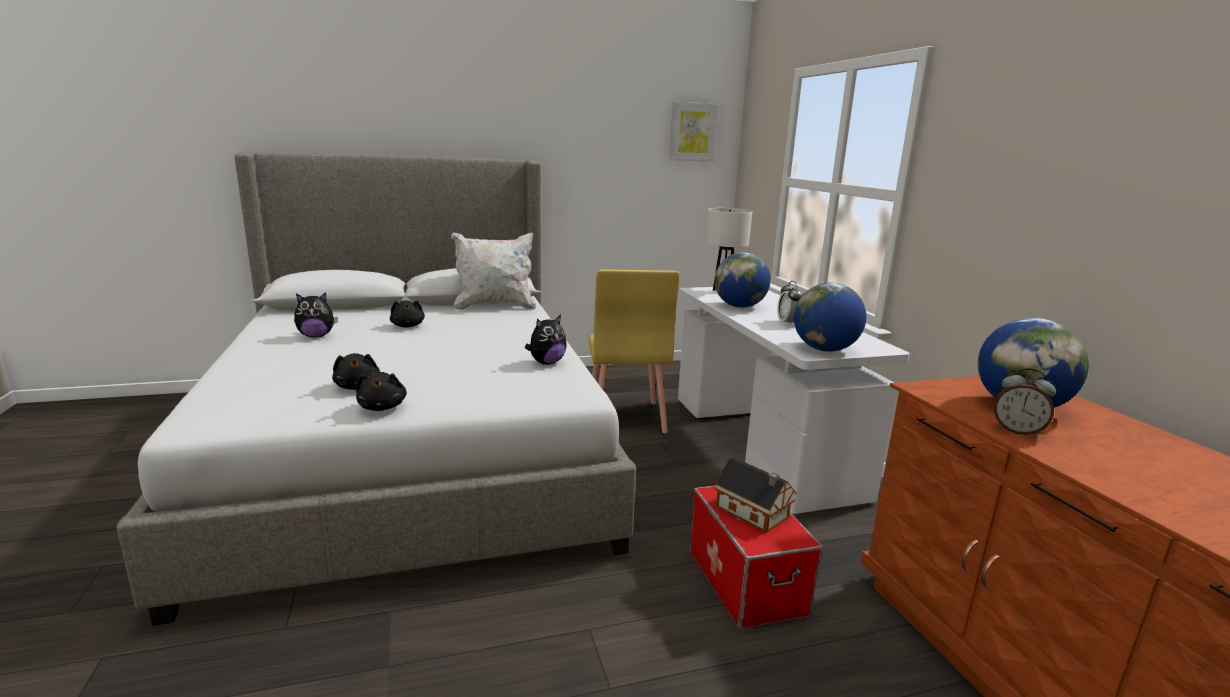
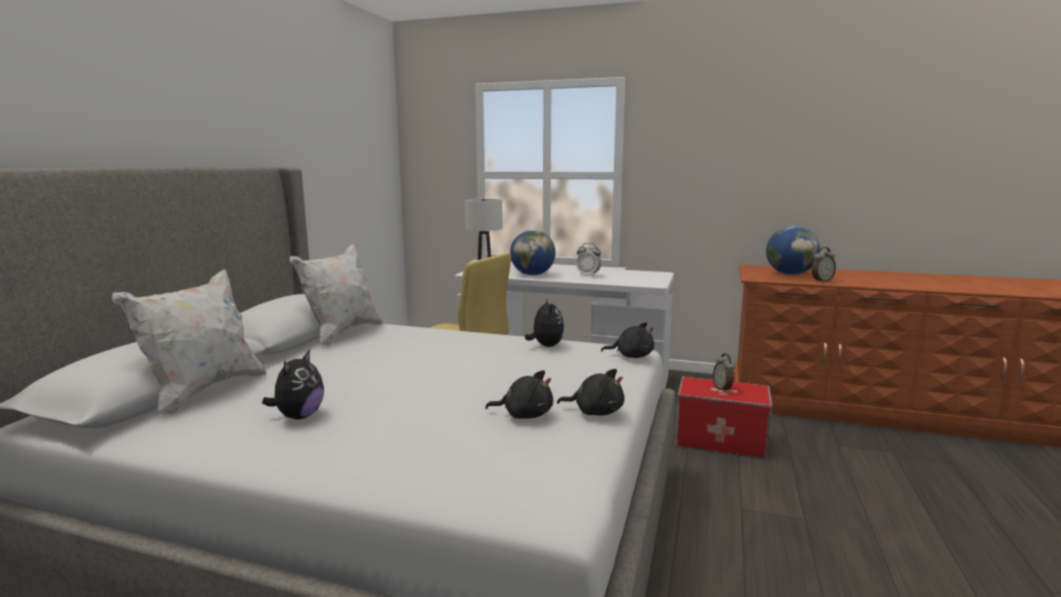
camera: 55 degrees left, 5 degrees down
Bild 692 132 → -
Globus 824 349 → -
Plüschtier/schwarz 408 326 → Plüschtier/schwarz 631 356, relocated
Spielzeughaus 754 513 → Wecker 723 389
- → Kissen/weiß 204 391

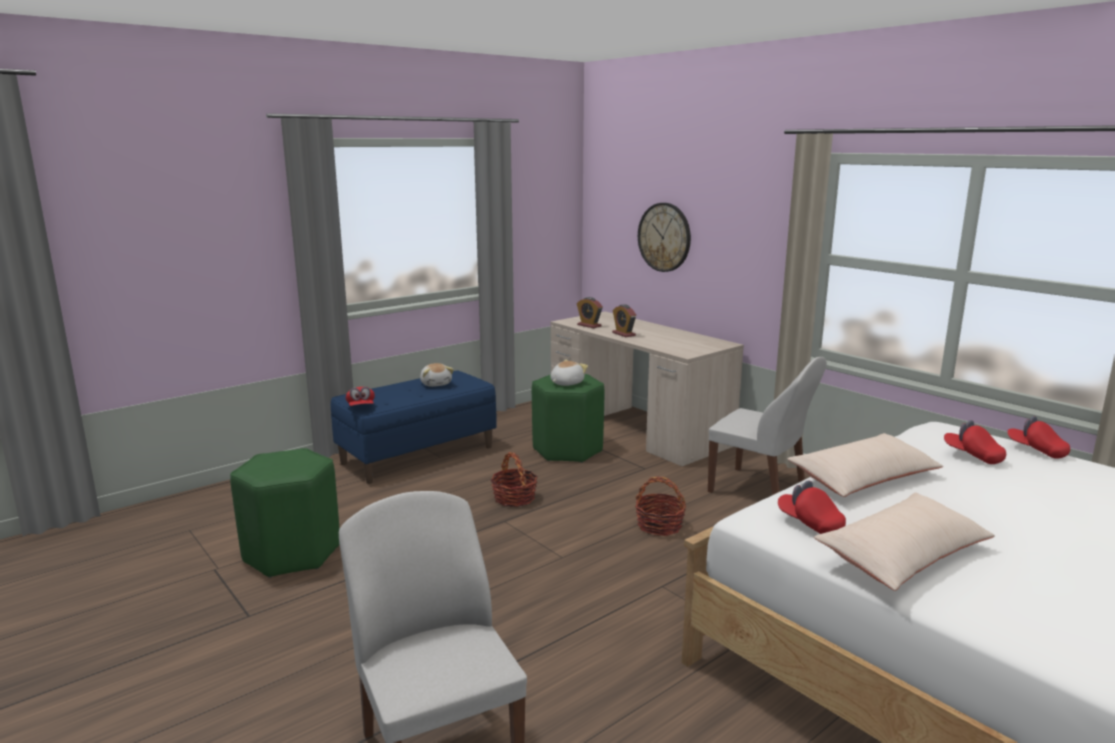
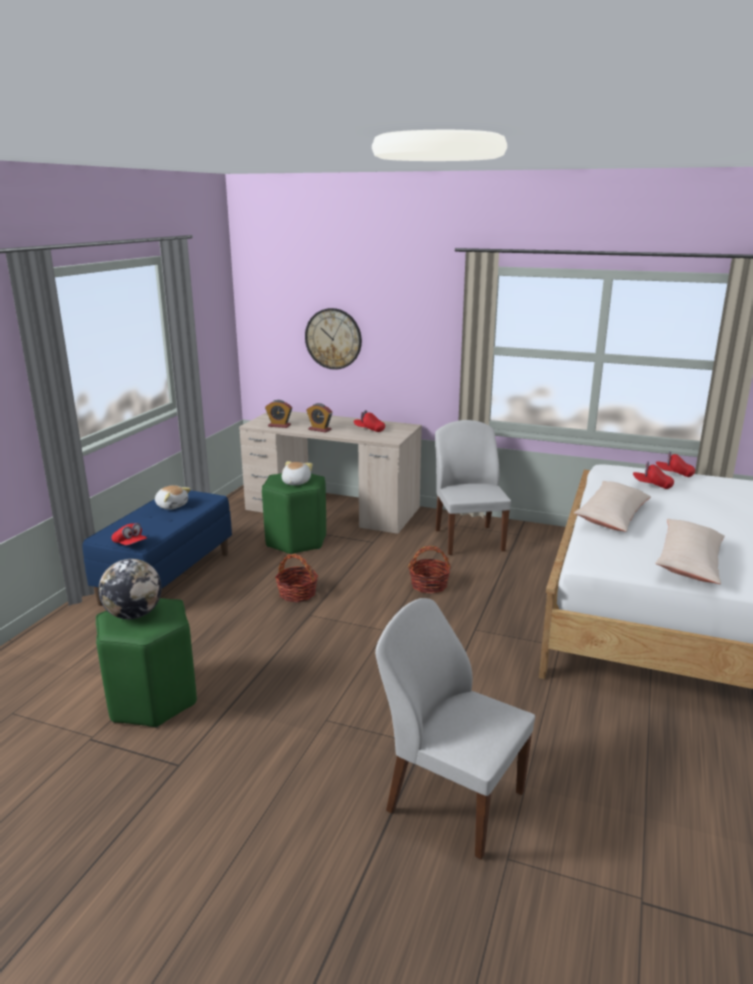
camera: 30 degrees left, 5 degrees up
Stuhl/weiß 759 490 → Stuhl/weiß 468 539, 105 degrees counterclockwise
Kappe/rot 810 523 → Kappe/rot 369 429, relocated
- → Globus 134 614

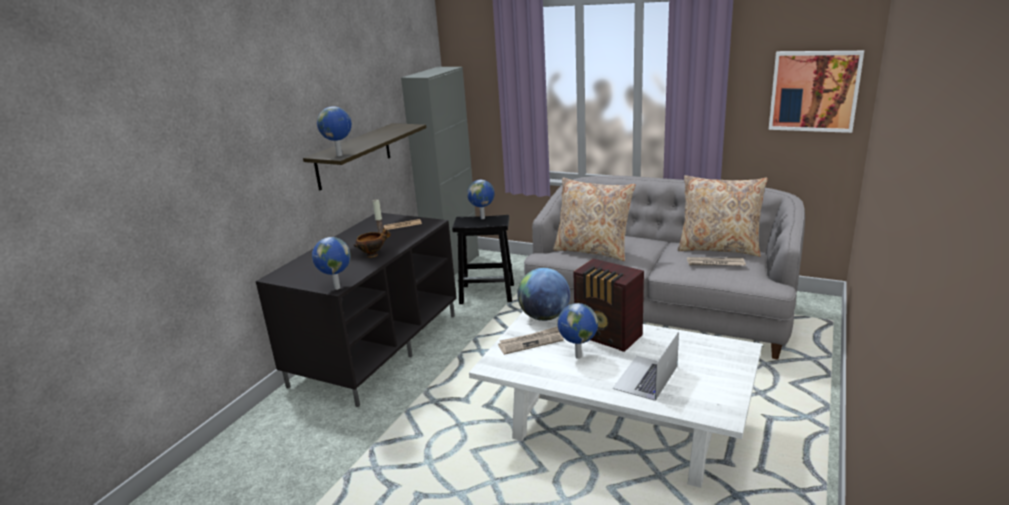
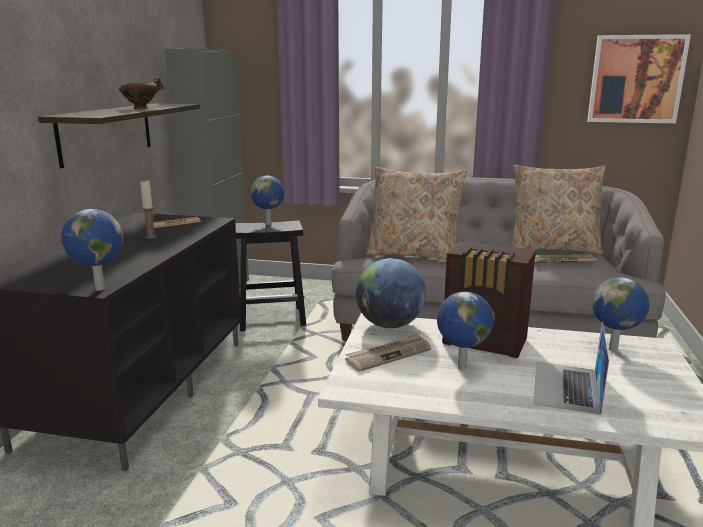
camera: 15 degrees left, 5 degrees down
Globus 340 155 → Globus 614 349, relocated
Schüssel 373 255 → Schüssel 142 108, relocated

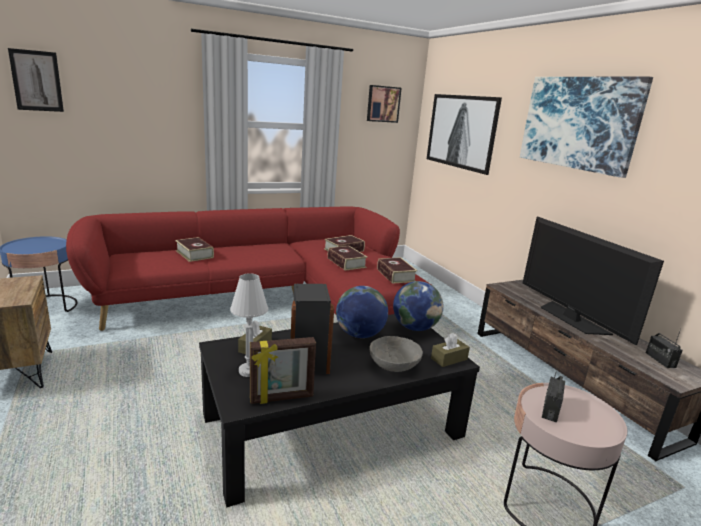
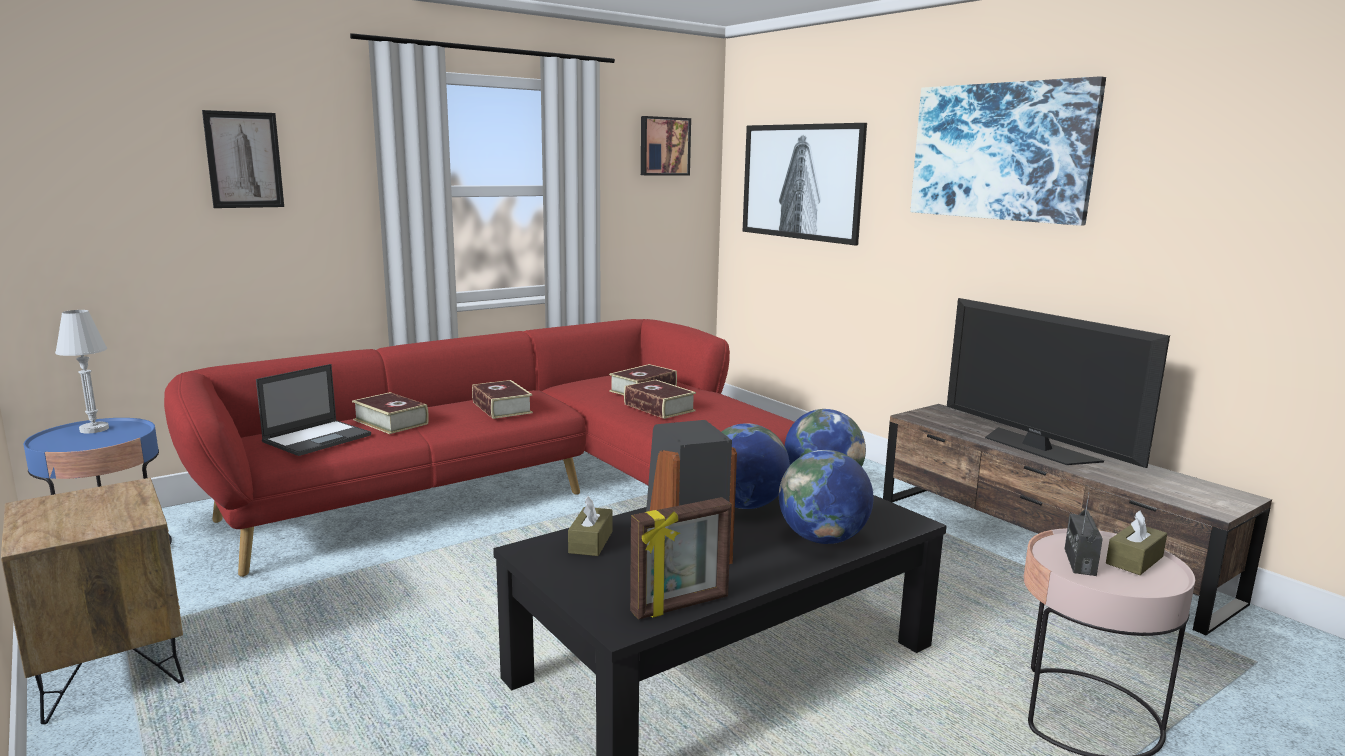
camera: 10 degrees left, 5 degrees down
Bild 37 81 → Bild 244 160, relocated
Buch 395 275 → Buch 502 407, relocated
Tischlampe/weiß 249 371 → Tischlampe/weiß 94 429, relocated
Radio 660 360 → -
Taschentuchbox/braun 449 359 → Taschentuchbox/braun 1134 560, relocated
Schüssel/grau 394 365 → Globus 822 539
- → Laptop 318 438

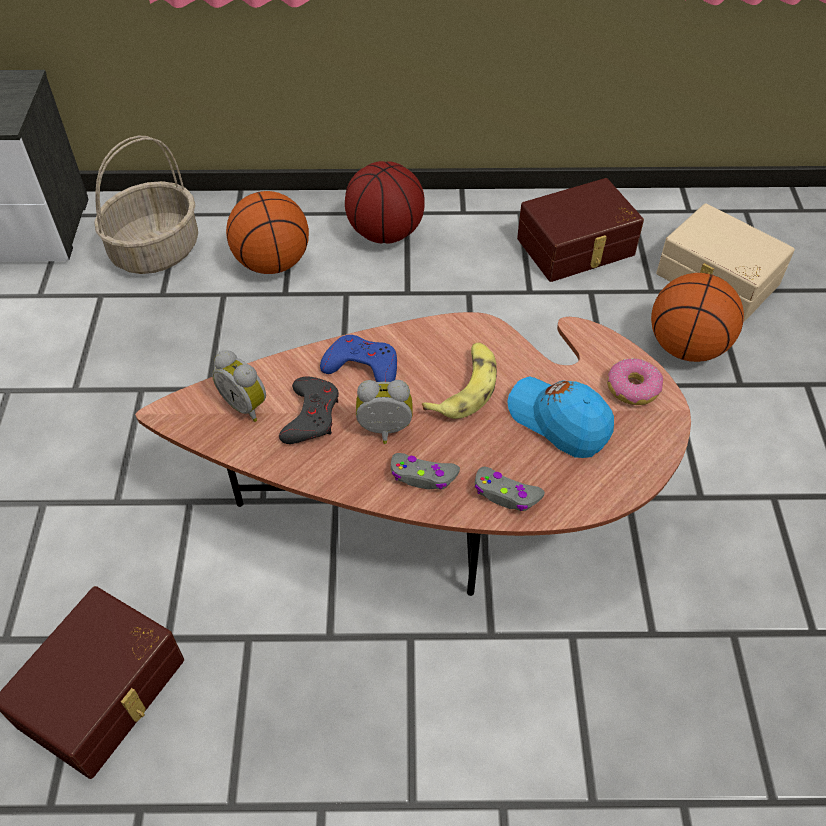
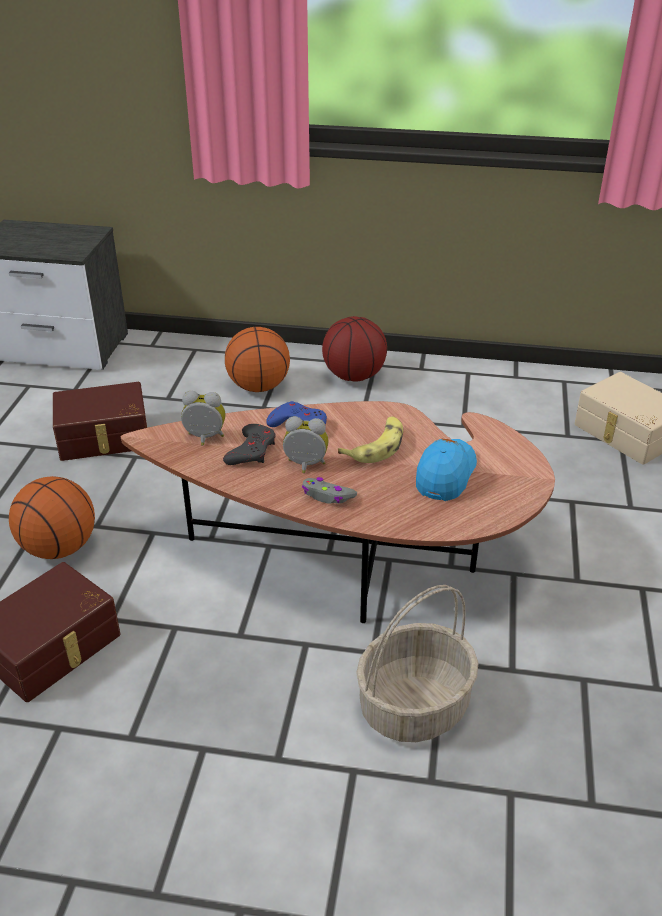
camera: 10 degrees right, 15 degrees down
Korb 156 250 → Korb 414 705, relocated
Aufbewahrungsbox/braun 577 248 → Aufbewahrungsbox/braun 104 438, relocated
Basketball 686 347 → Basketball 59 548, relocated
Wecker 246 405 → Wecker 204 439, 135 degrees clockwise
Donut 632 388 → -
Kappe/blau 559 421 → Kappe/blau 445 474, 60 degrees clockwise
Gamepad/grau 506 494 → -

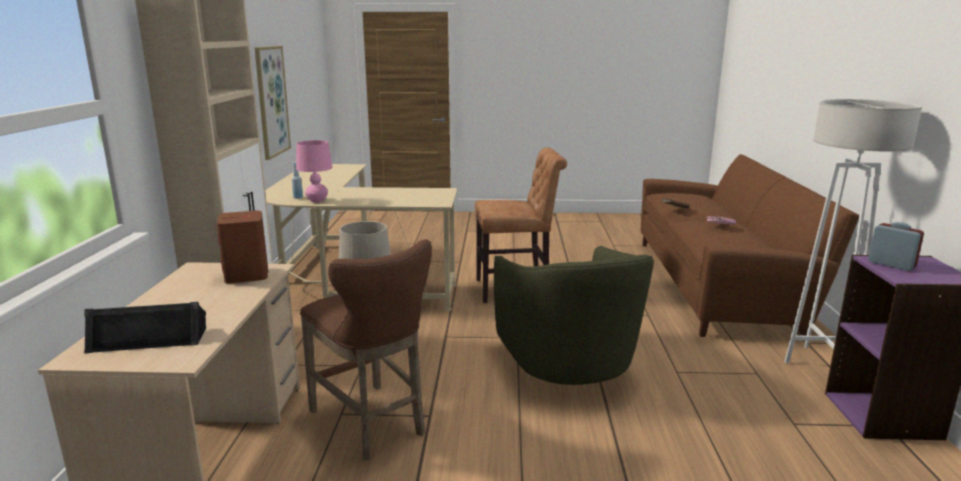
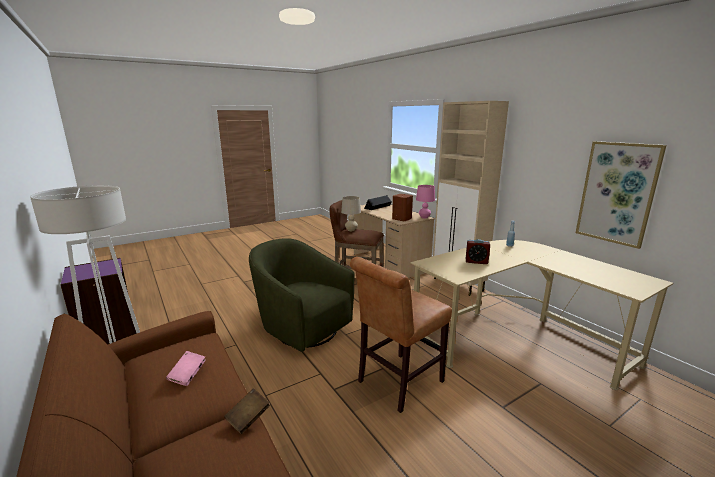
camera: 145 degrees right, 0 degrees up
Tischlampe/rosa 317 201 → Tischlampe/rosa 424 217, relocated
Wecker 891 264 → Wecker 476 262, relocated

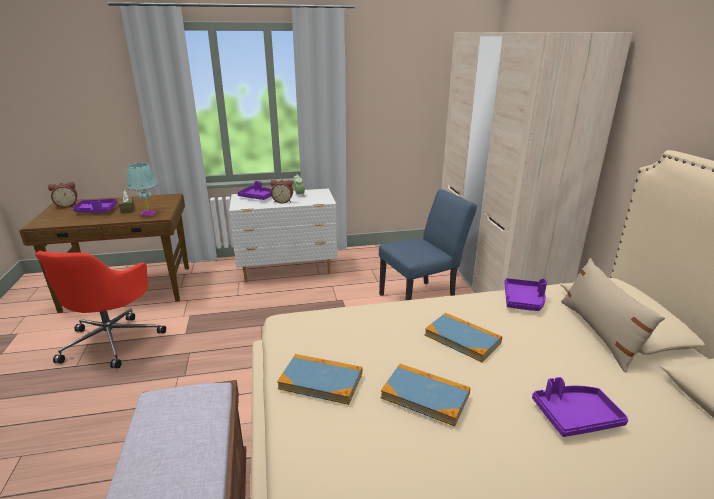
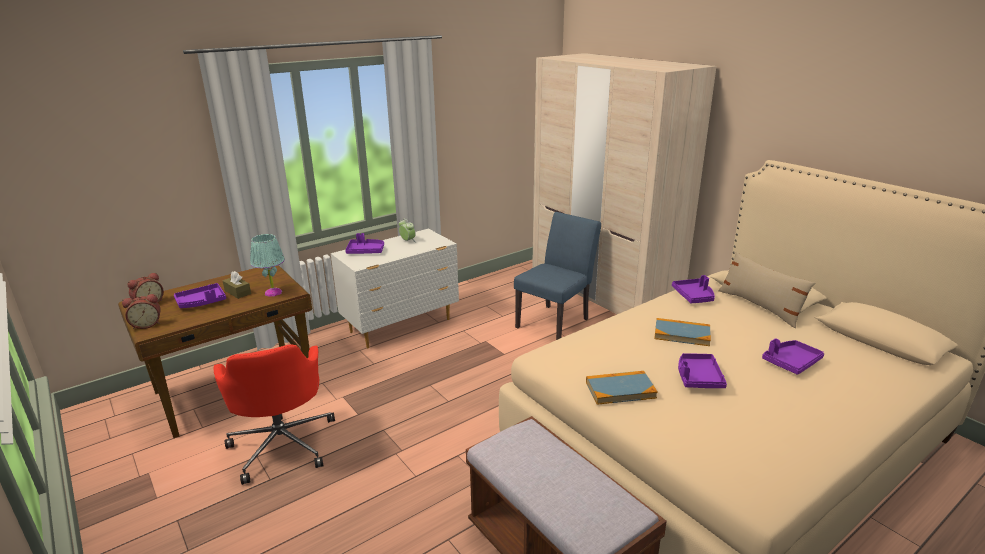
camera: 25 degrees left, 0 degrees up
Wecker 283 201 → Wecker 147 324, relocated
Buch 425 396 → Tablett/lila 698 377

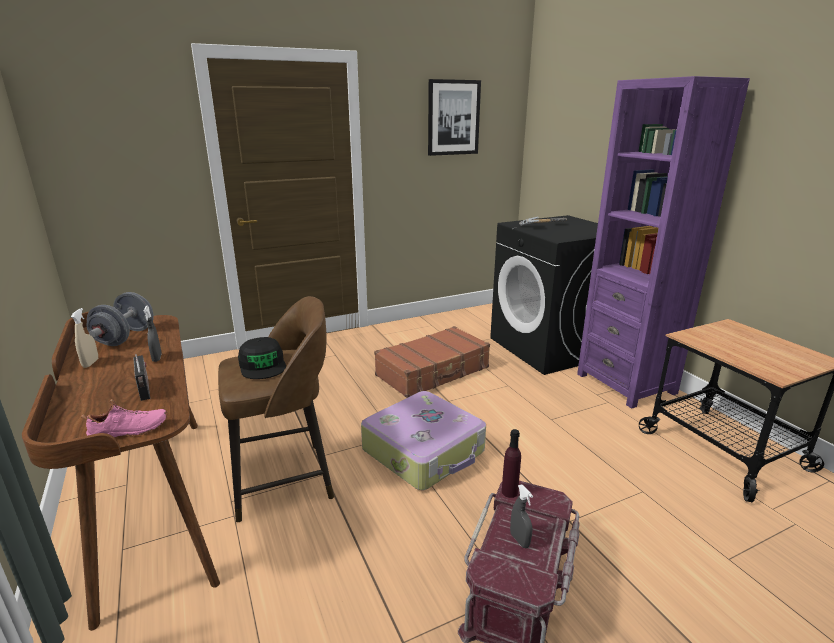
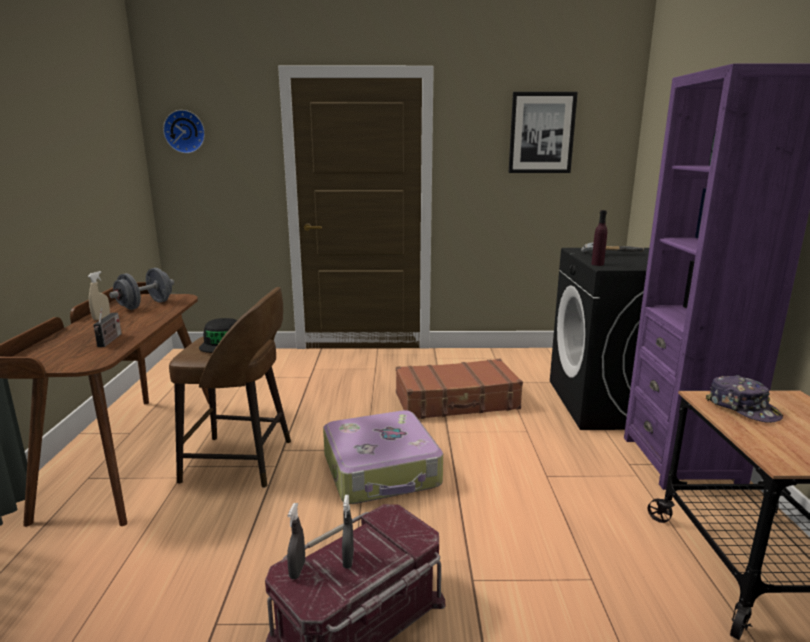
camera: 25 degrees right, 5 degrees down
Sprühflasche/grau 157 358 → Sprühflasche/grau 297 570, relocated
Schuh/rosa 129 432 → -
Flasche/lila 509 492 → Flasche/lila 597 264, relocated
- → Wanduhr 185 131
- → Kappe 742 408

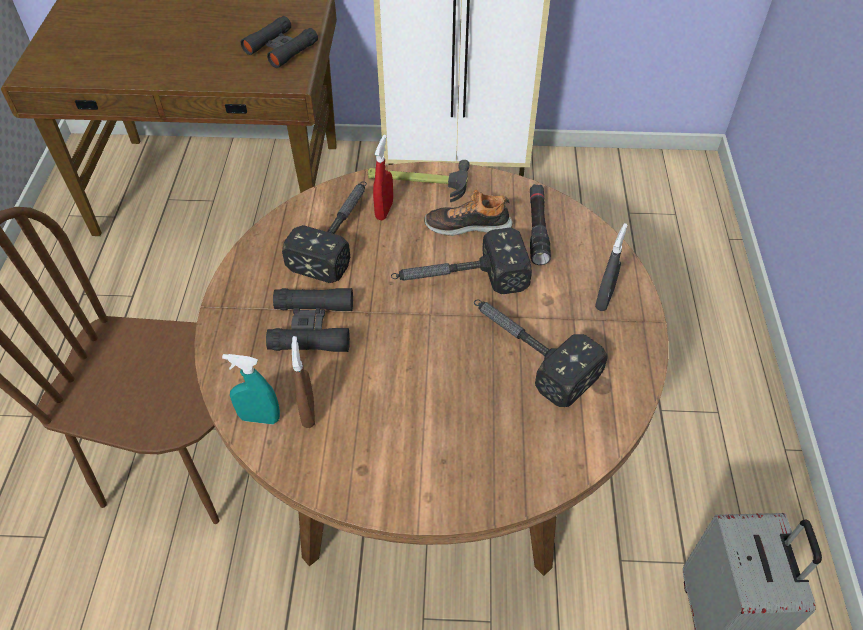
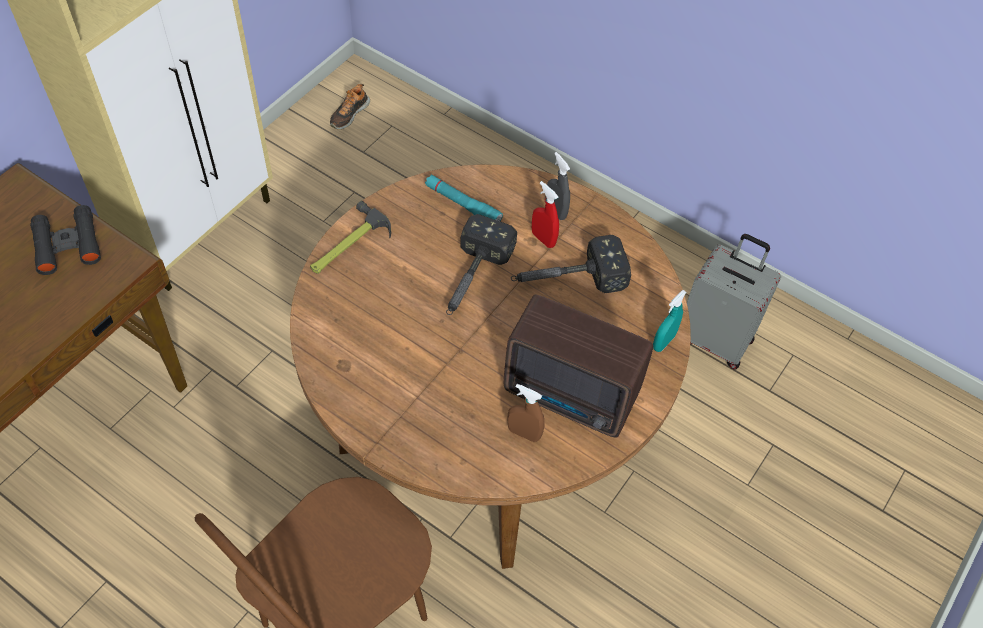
camera: 60 degrees left, 5 degrees up
Sprühflasche/rot 384 210 → Sprühflasche/rot 543 239, relocated
Hammer 339 234 → -
Taschenlampe/schwarz 537 229 → Taschenlampe/türkis 462 205
Schuh 468 225 → Schuh 349 114, relocated
Fernglas/schwarz 312 326 → -
Sprühflasche/türkis 259 418 → Sprühflasche/türkis 663 342, relocated
- → Radio 572 397

